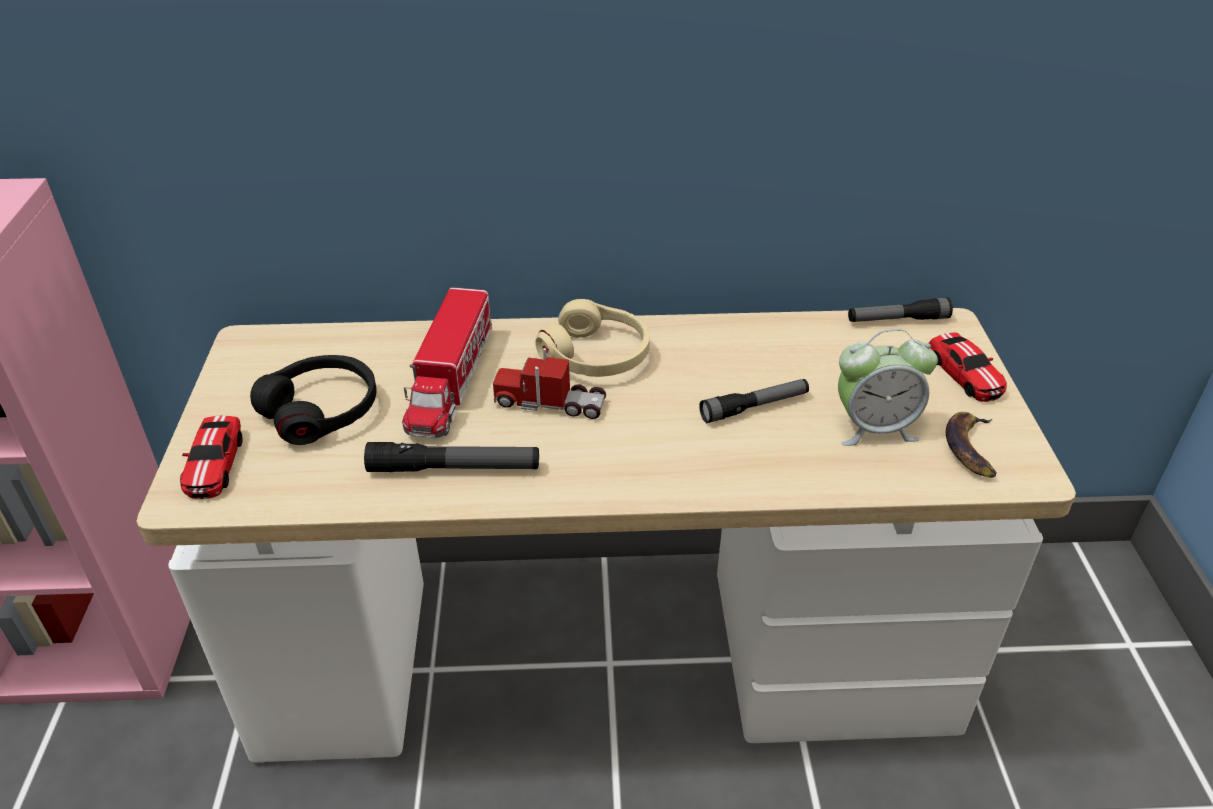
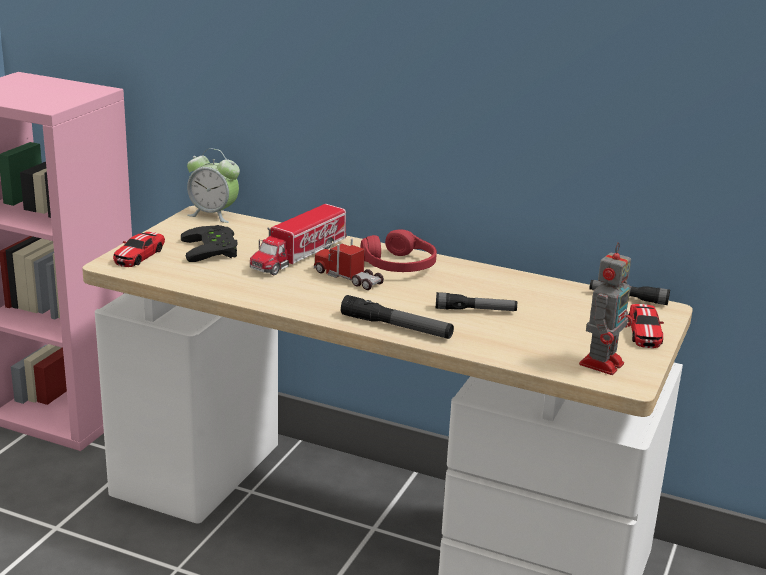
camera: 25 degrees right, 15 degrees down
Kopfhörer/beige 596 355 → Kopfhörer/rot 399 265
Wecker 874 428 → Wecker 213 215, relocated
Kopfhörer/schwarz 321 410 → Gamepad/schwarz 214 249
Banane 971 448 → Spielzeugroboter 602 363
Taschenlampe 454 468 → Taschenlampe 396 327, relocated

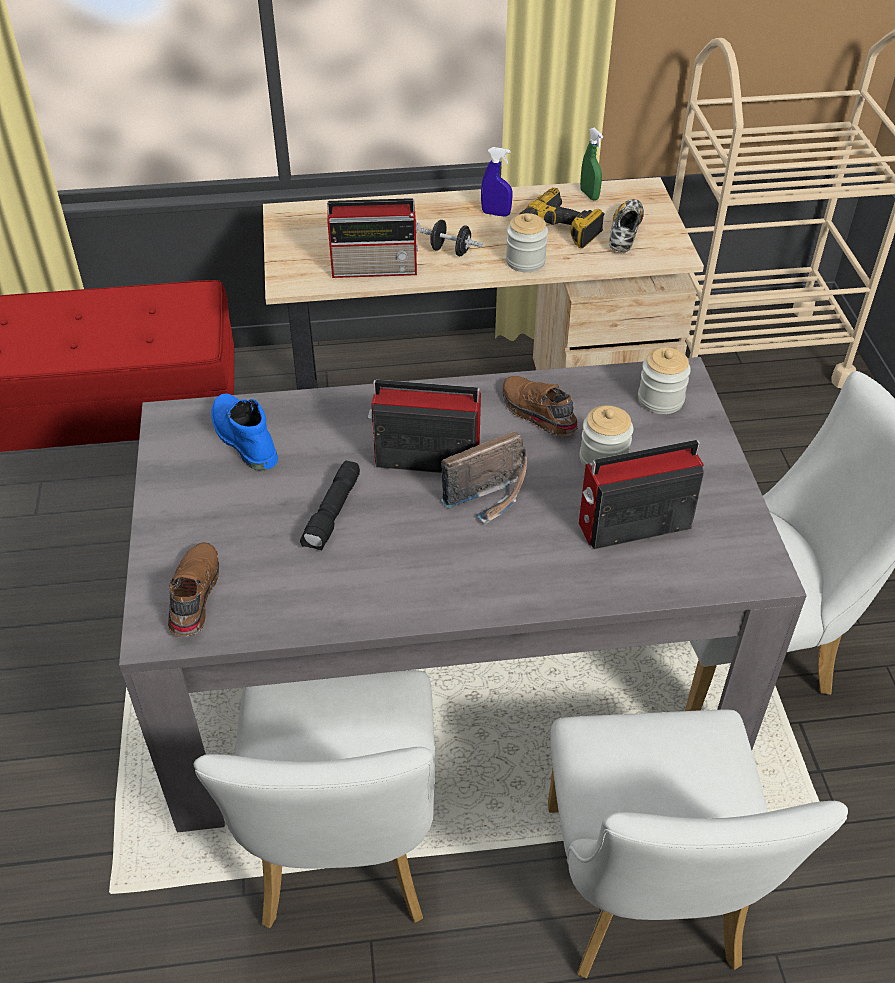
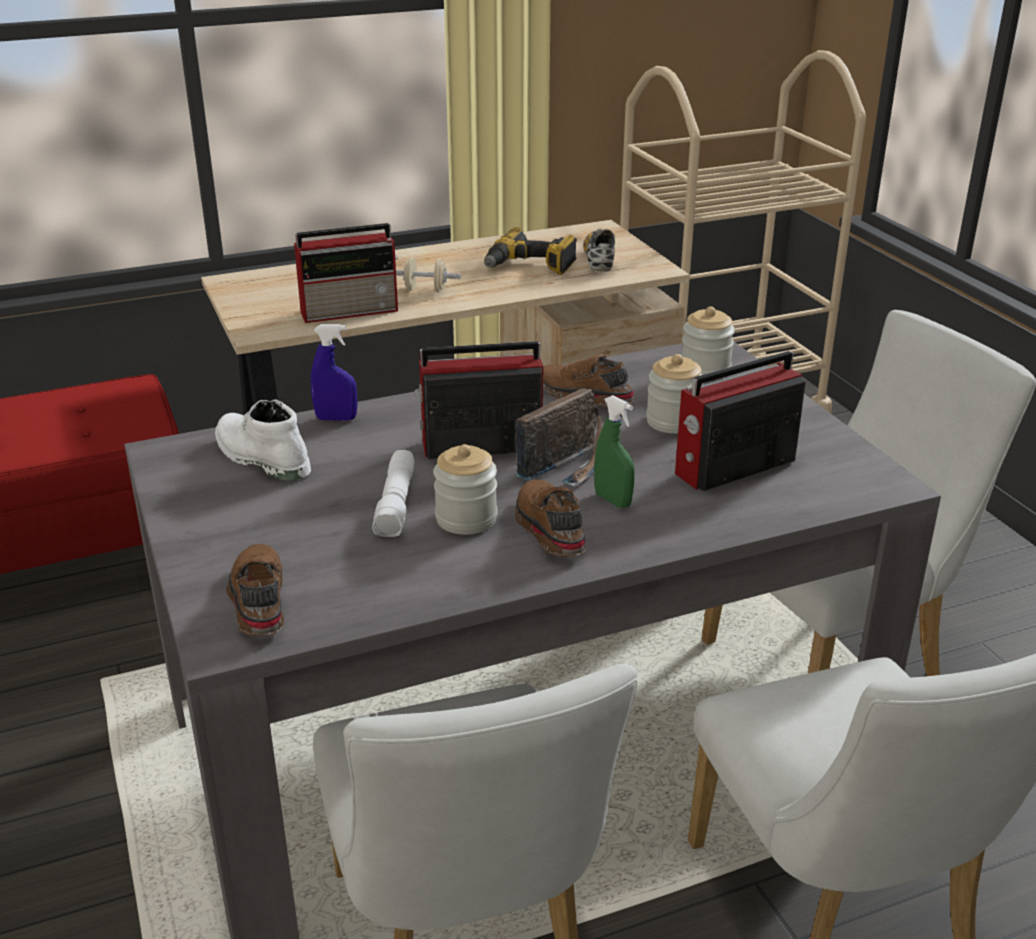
camera: 15 degrees left, 15 degrees down
Sprühflasche/grün 589 195 → Sprühflasche/grün 613 500, relocated
Sprühflasche/blau 496 214 → Sprühflasche/blau 336 419, relocated
Vorratsglas 525 261 → Vorratsglas 466 519, relocated
Hantel/schwarz 450 251 → Hantel/beige 425 290
Stiefel/blau 242 439 → Stiefel/weiß 260 458
Taschenlampe/schwarz 333 513 → Taschenlampe/weiß 397 505
- → Schuh/braun 547 529

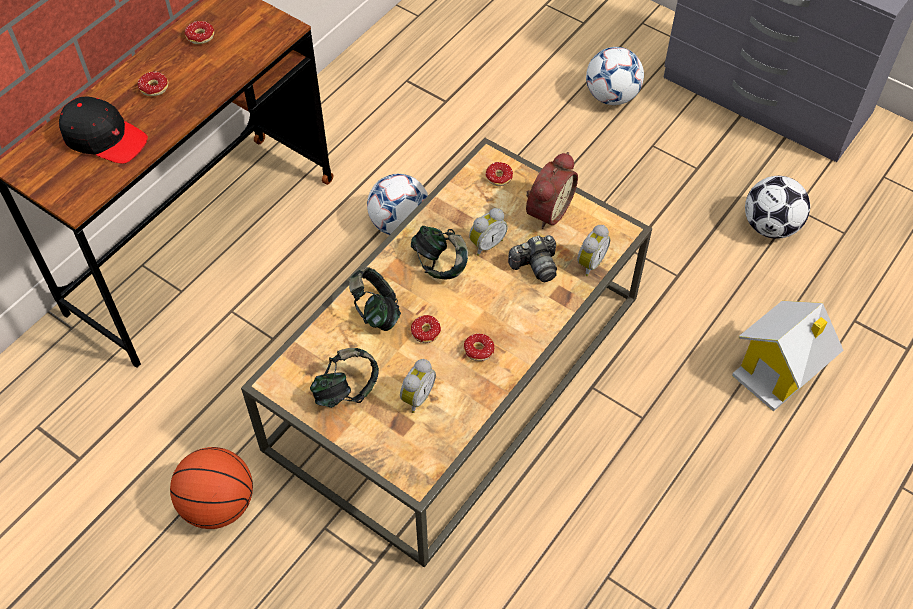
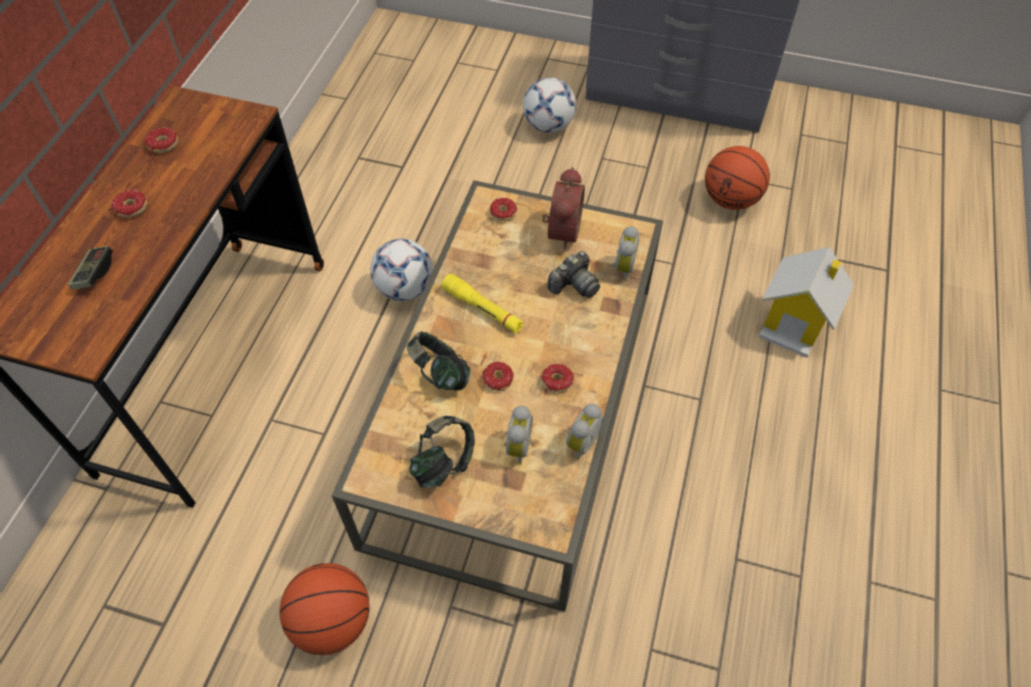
camera: 20 degrees left, 0 degrees up
Kappe/schwarz 105 138 → Gamepad 94 274
Fußball 770 226 → Basketball 730 199
Wecker 486 244 → Wecker 580 442, relocated
Kopfhörer 440 264 → Taschenlampe/gelb 483 309

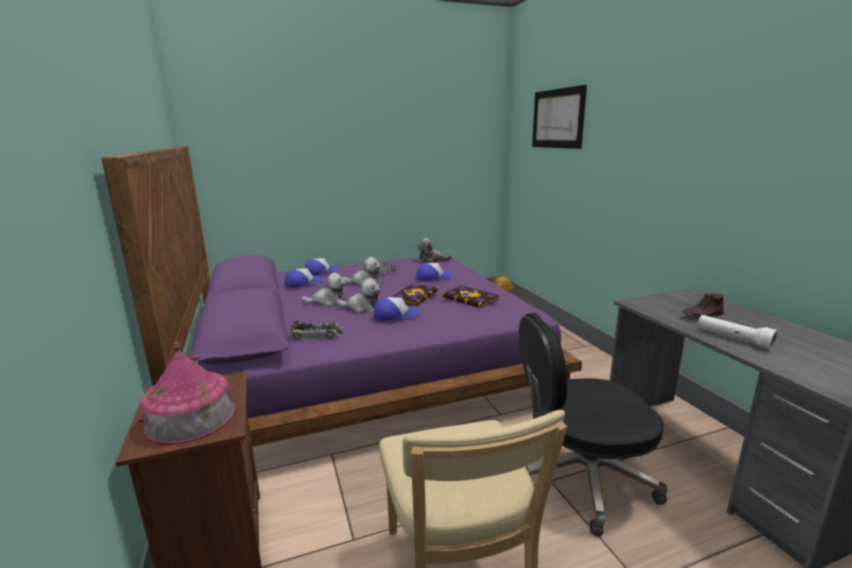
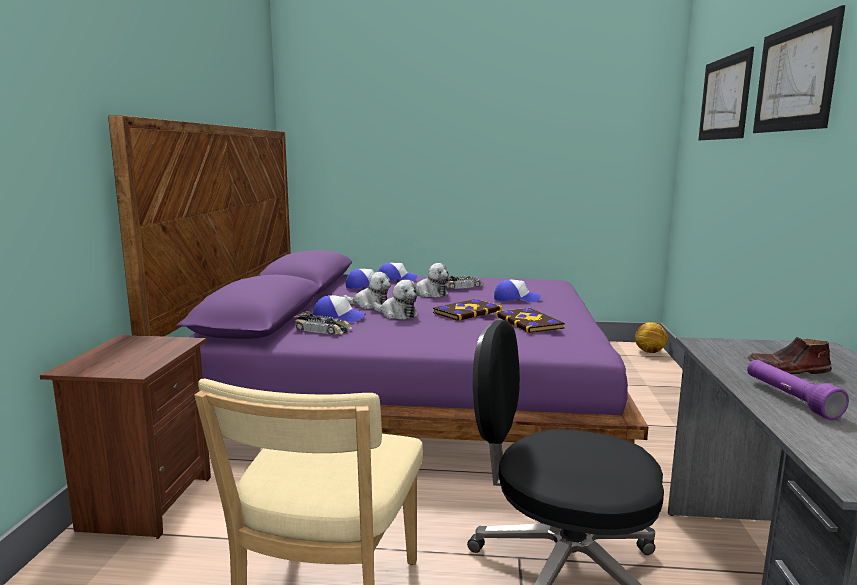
camera: 25 degrees right, 5 degrees down
Plüschtier 432 260 → -
Kappe 395 315 → Kappe 338 317, relocated
Taschenlampe/weiß 733 338 → Taschenlampe/lila 789 399
Spielzeughaus 190 418 → -
- → Bild 794 78

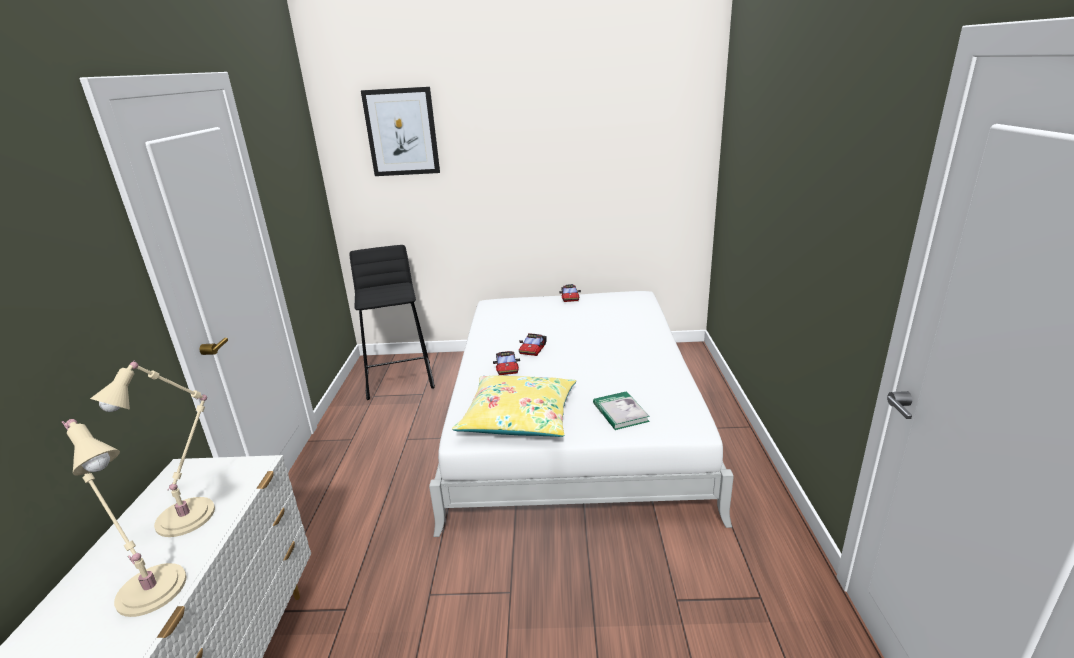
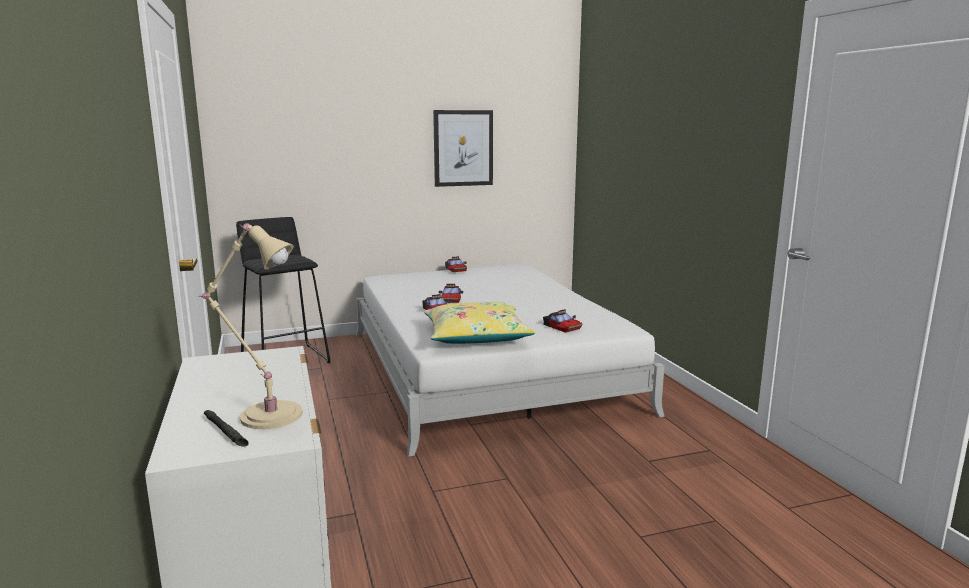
camera: 20 degrees left, 10 degrees down
Bild 402 132 → Bild 463 148, relocated
Tischlampe/beige 190 514 → -
Buch 620 412 → Spielzeugauto 562 327
- → Taschenlampe/schwarz 225 431

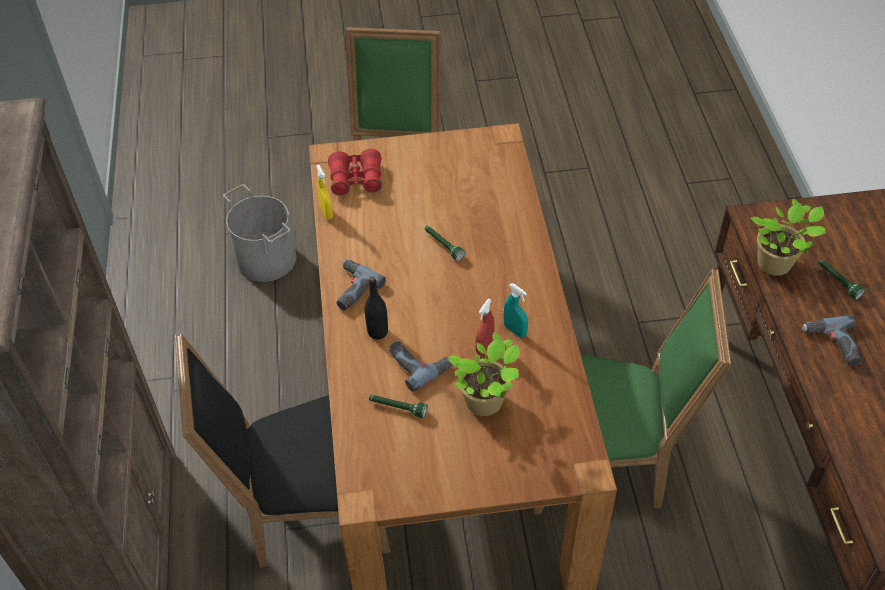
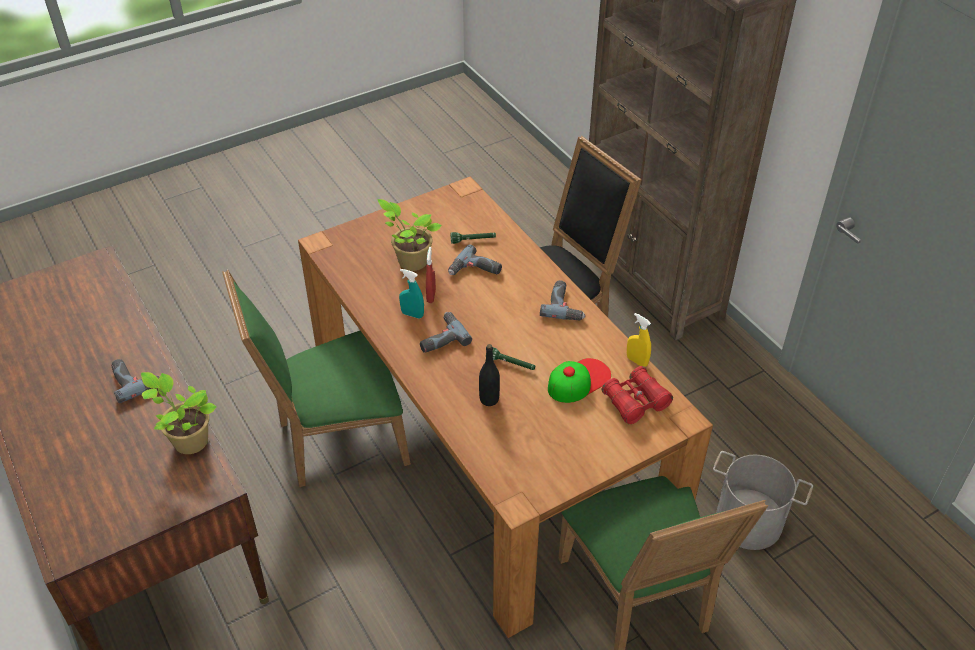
camera: 155 degrees right, 5 degrees down
Taschenlampe/grün 838 282 → -
Flasche/schwarz 377 332 → Flasche/schwarz 489 399, relocated
- → Bohrmaschine 440 337
- → Kappe 578 380

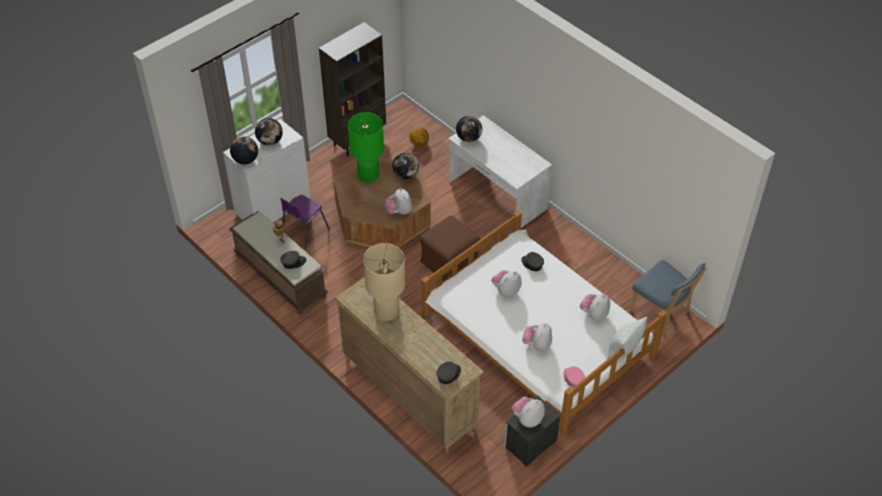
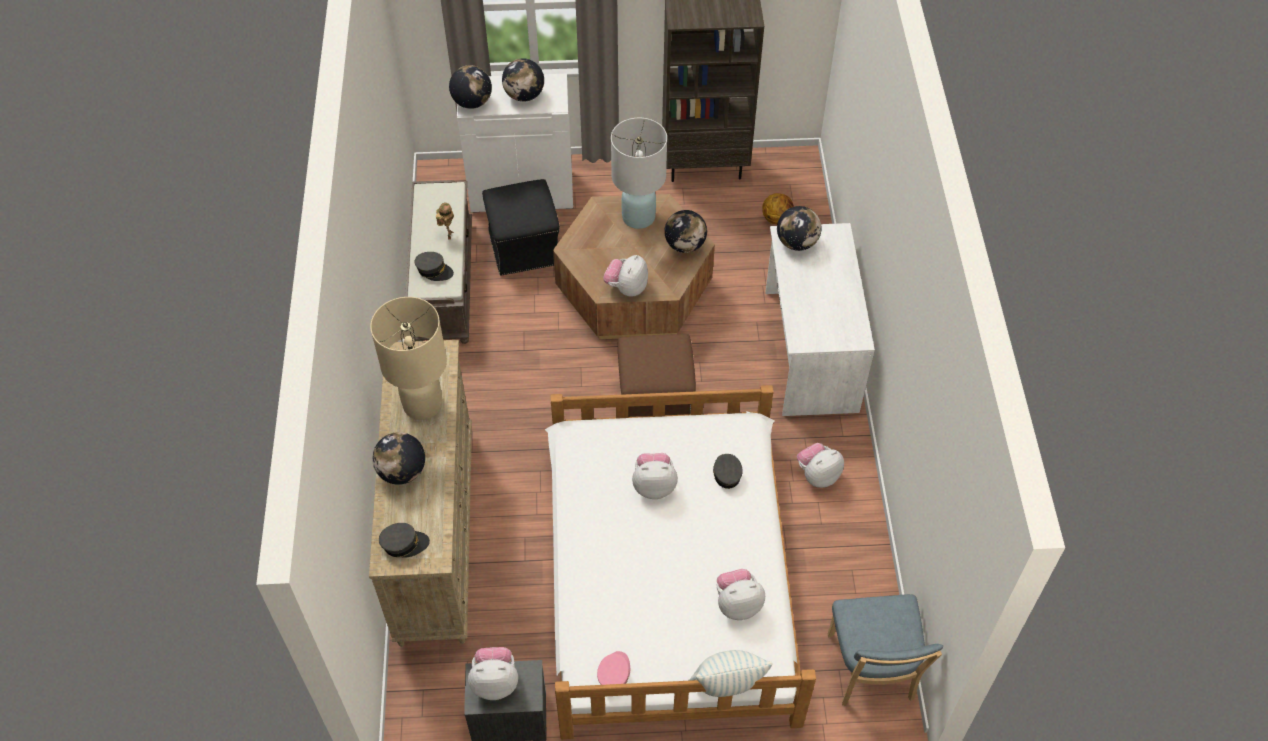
camera: 40 degrees right, 5 degrees up
Tischlampe/grün 368 175 → Tischlampe/weiß 638 217
Stuhl/lila 304 233 → Polsterhocker/schwarz 524 247
Plüschtier 537 345 → Plüschtier 818 475, relocated
- → Globus 402 472

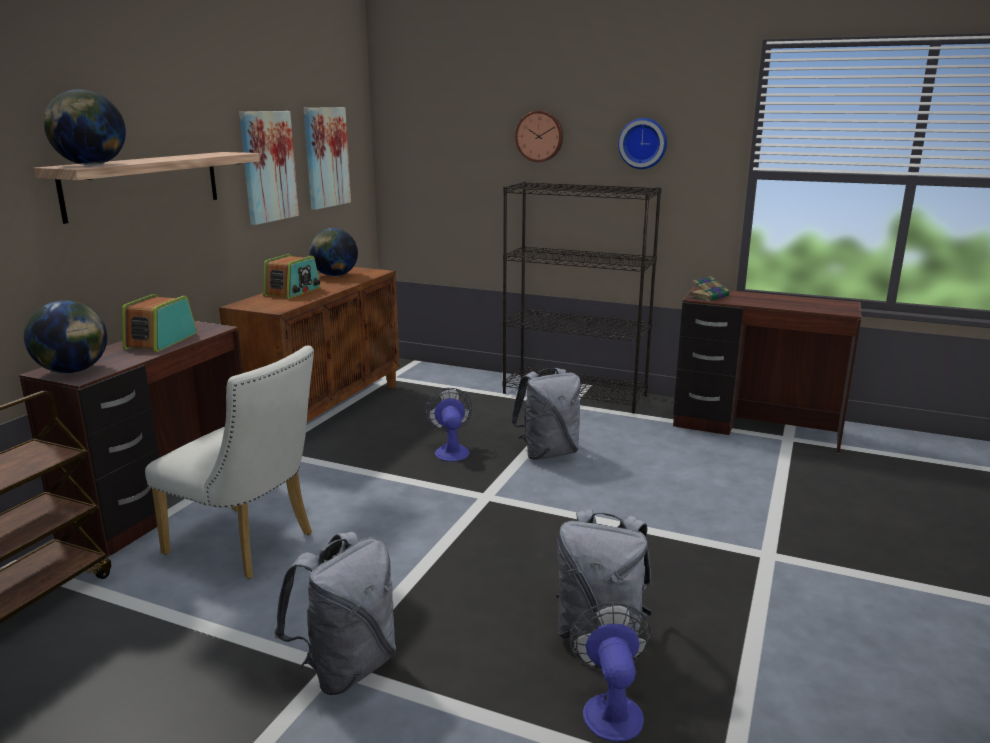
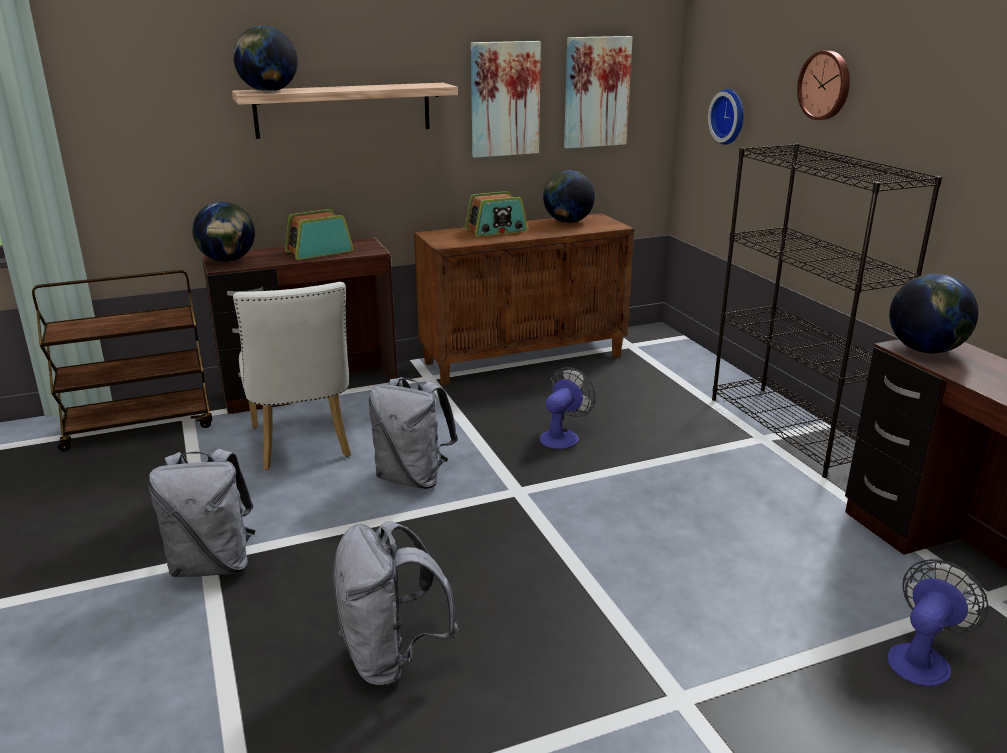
camera: 45 degrees right, 5 degrees up
Wanduhr 643 143 → Wanduhr 730 116, relocated
Buch 709 296 → Globus 925 350
Rucksack/grau 548 453 → Rucksack/grau 413 478, relocated
Ventilator 610 708 → Ventilator 922 658, relocated

